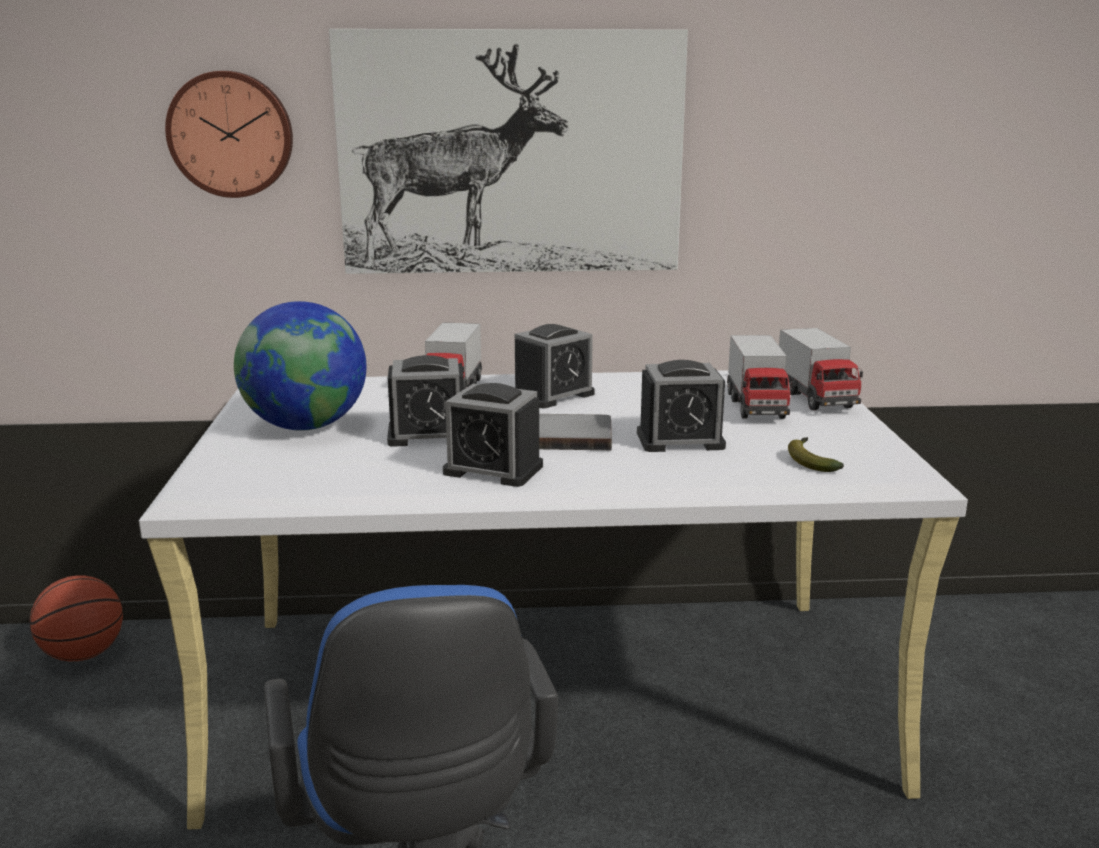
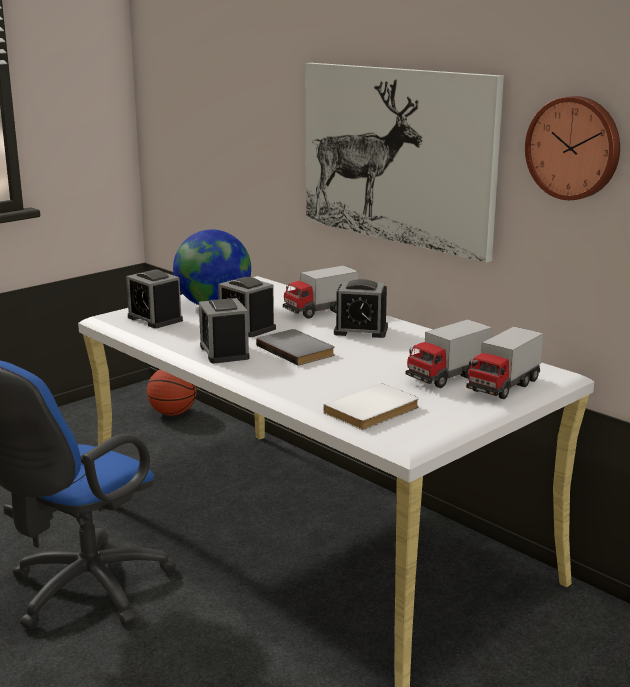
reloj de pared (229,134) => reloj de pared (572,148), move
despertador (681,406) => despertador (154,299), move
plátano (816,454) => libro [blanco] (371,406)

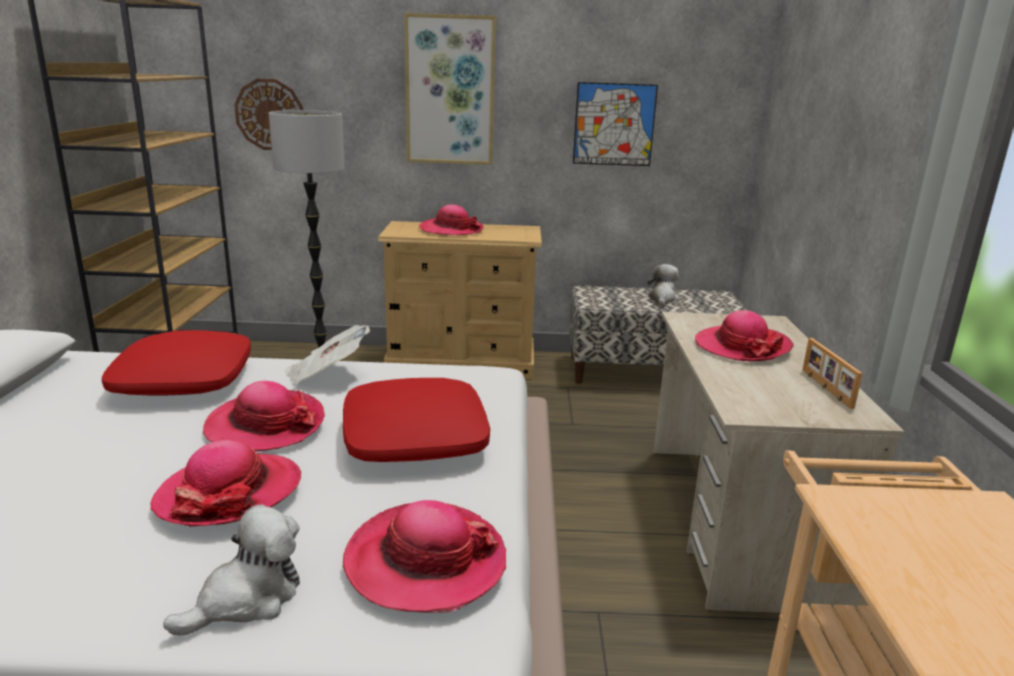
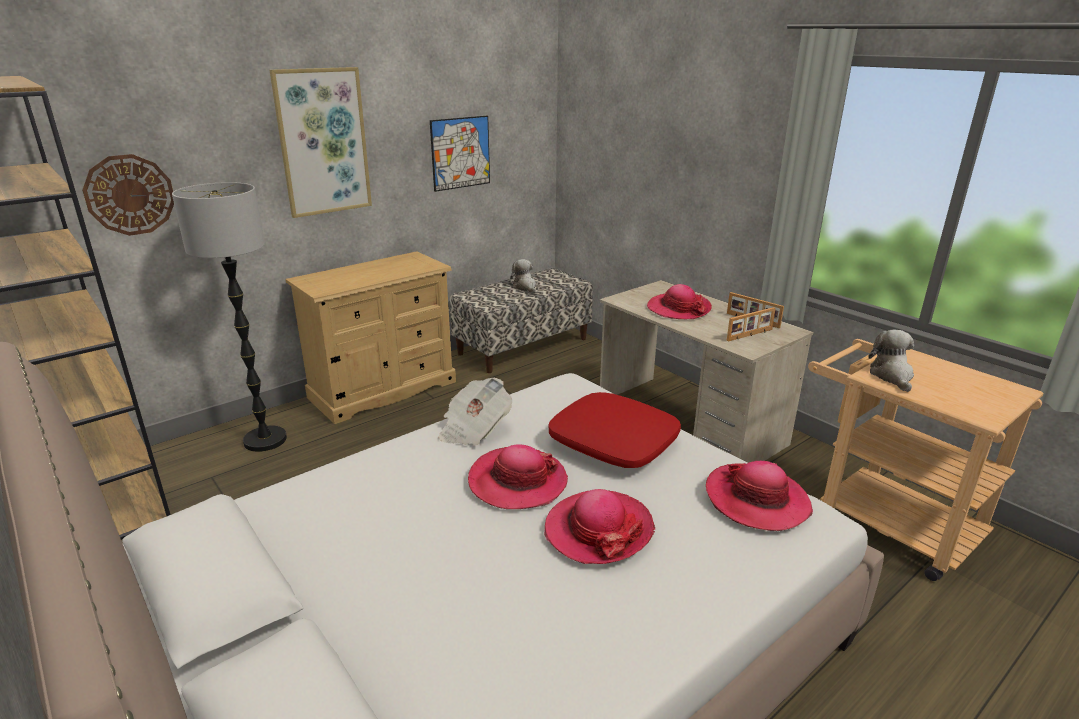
cojín [rojo] (176,362) => nothing
sombrero (451,220) => nothing
nothing => portarretratos (751,324)
peluche (231,570) => peluche (891,361), move

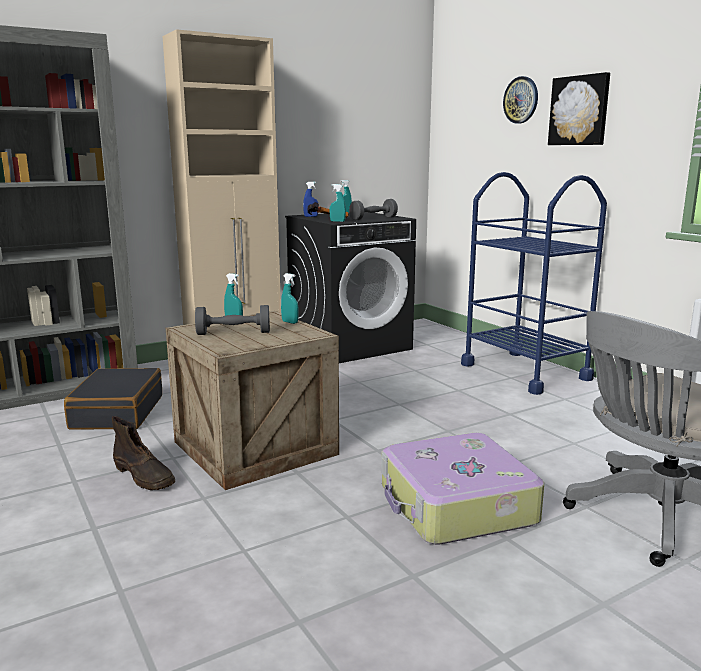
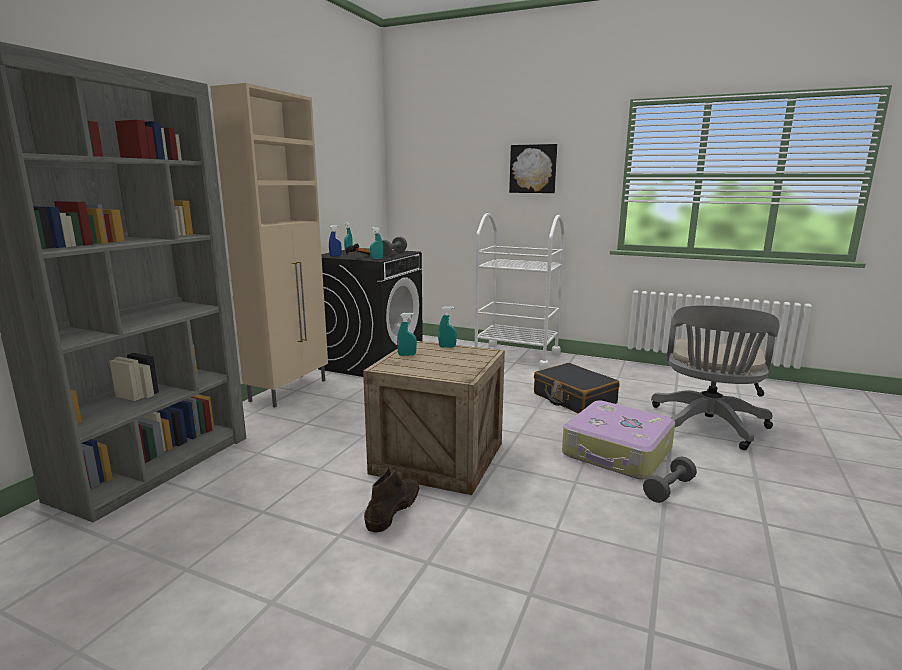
reloj de pared (520,100) => nothing
maleta [negro] (113,399) => maleta [negro] (576,388), move
mancuerna [gris] (232,320) => mancuerna [gris] (670,479), move
carrito [azul] (534,283) => carrito [blanco] (520,291)
bota [marrón] (143,453) => bota [marrón] (391,499), 75 degrees counterclockwise

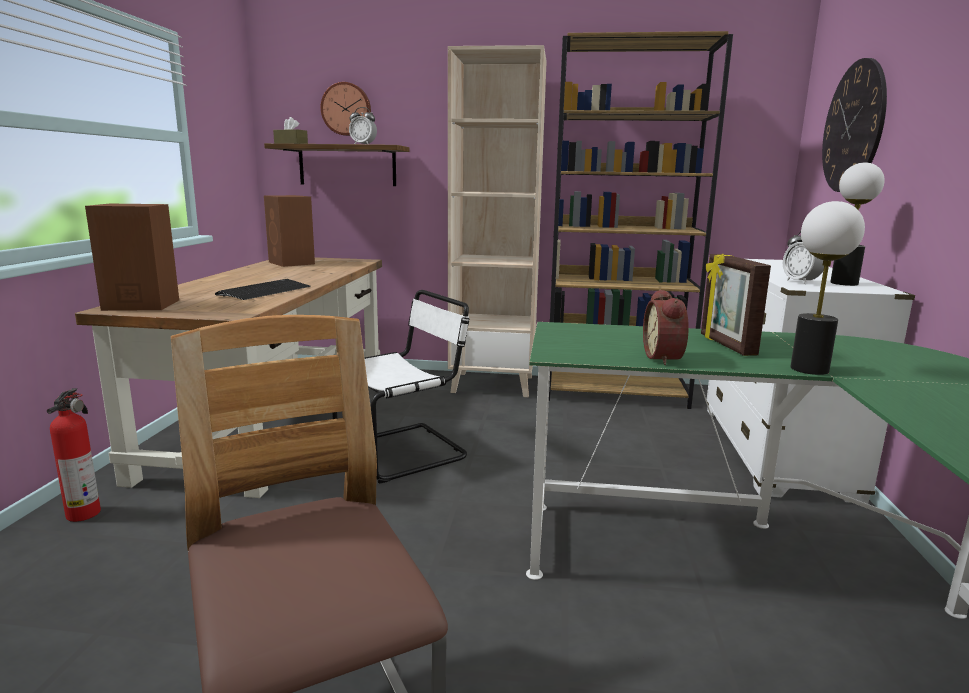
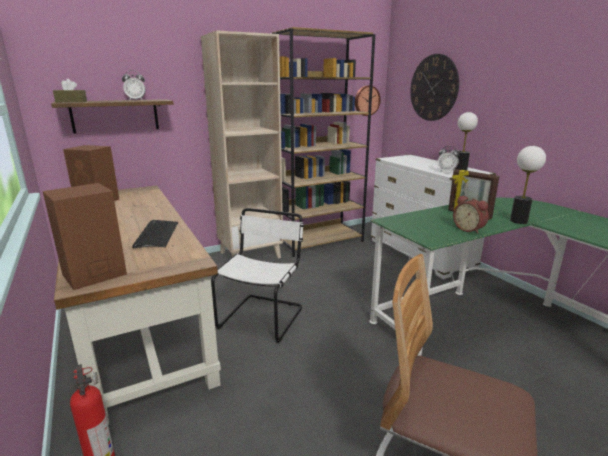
reloj de pared (346,109) => reloj de pared (368,100), move

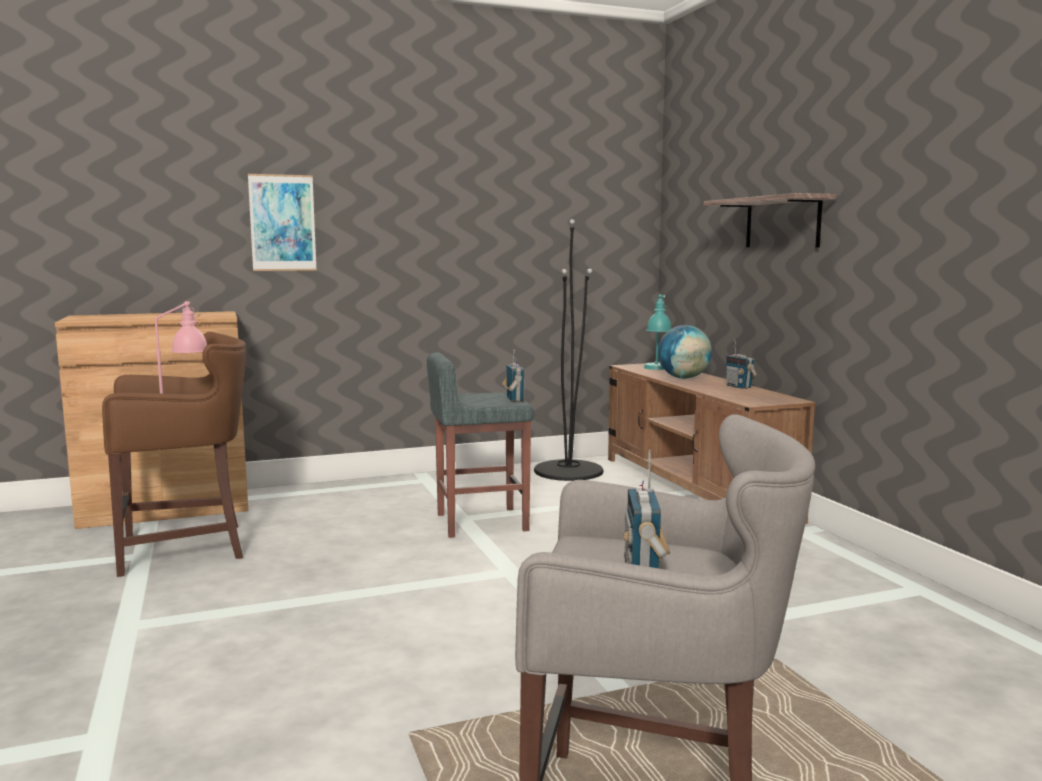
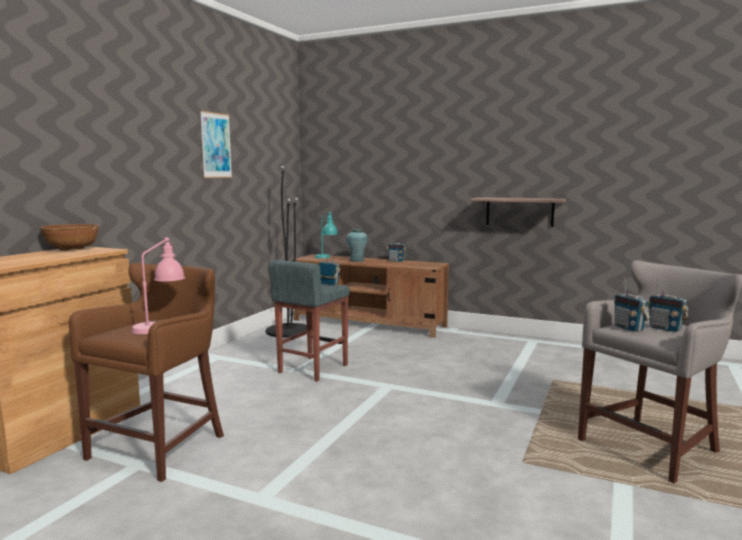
nothing => cuenco [marrón] (69,237)
nothing => radio (632,305)
cuadro (282,222) => cuadro (216,144), move
estante (770,220) => estante (518,212), move
globo terráqueo (685,352) => florero [turquesa] (357,245)

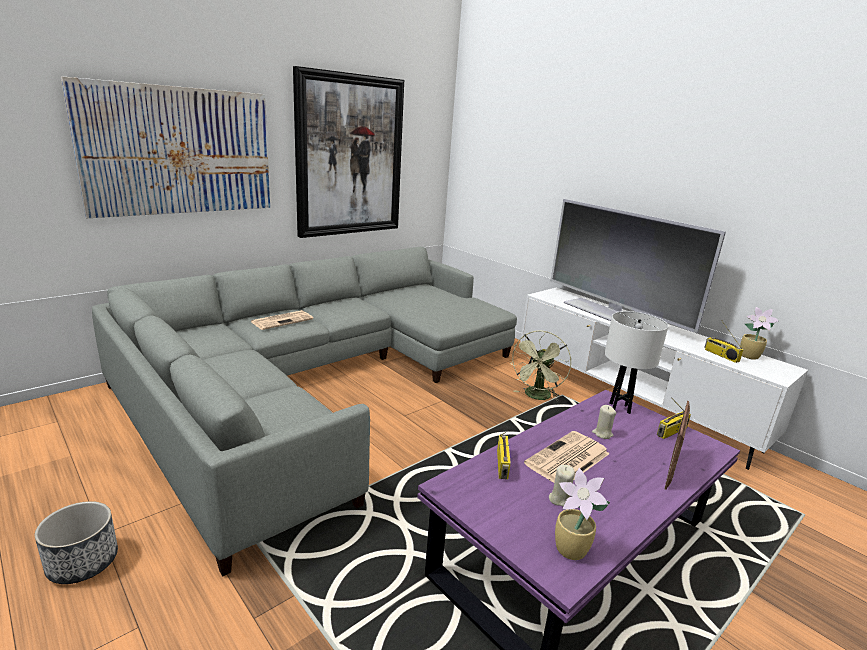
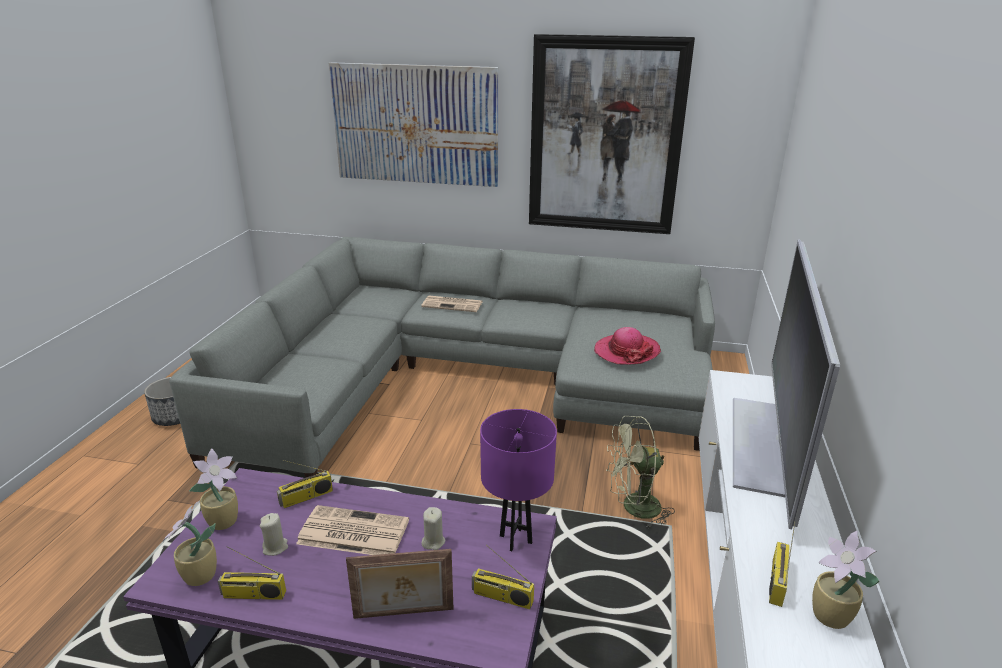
nothing => planta en maceta (213,489)
nothing => radio (252,573)
nothing => sombrero (627,346)
lámpara de mesa [blanco] (636,362) => lámpara de mesa [morado] (518,480)

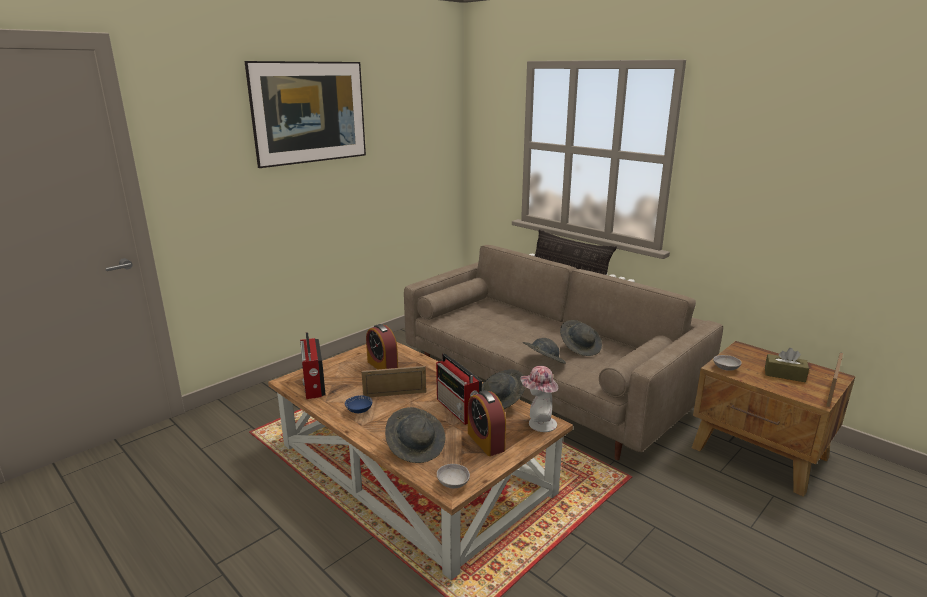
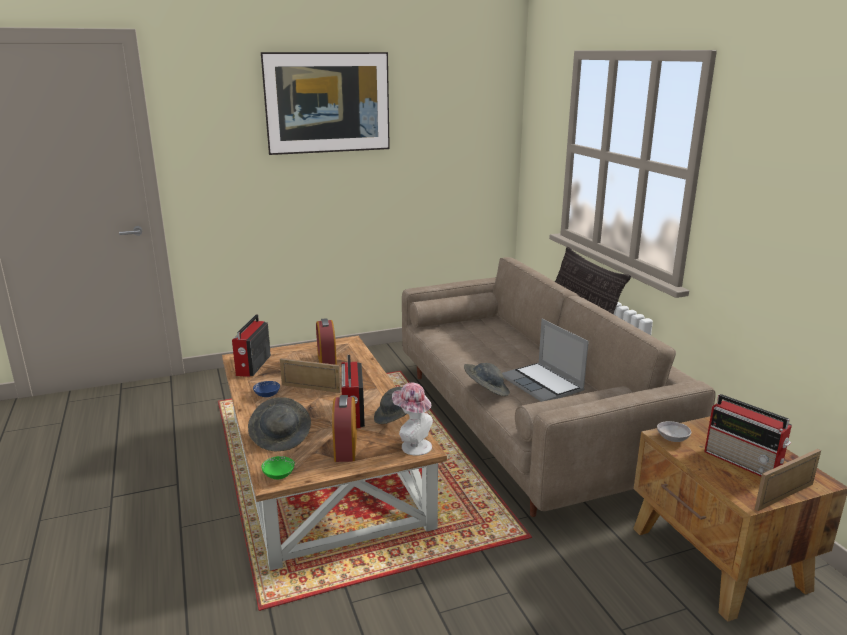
sombrero [gris] (581,338) => portátil (545,360)
caja de pañuelos [marrón] (787,365) => radio (748,435)
cuenco [gris] (453,476) => cuenco [verde] (278,467)

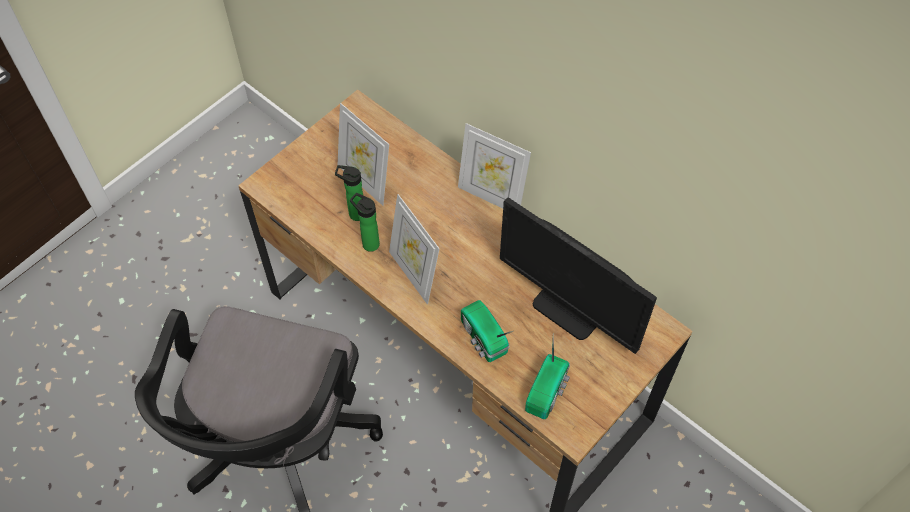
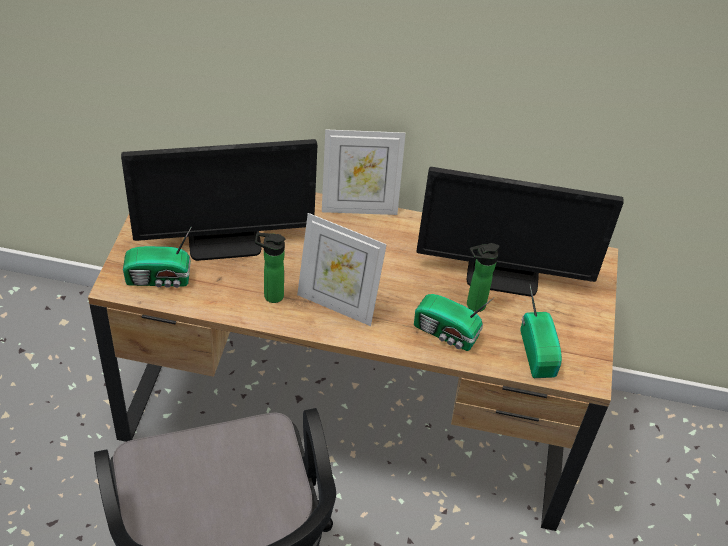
nothing => radio (157,257)
botella (349,193) => botella (483,277), move
portarretratos (363,154) => monitor (219,200)

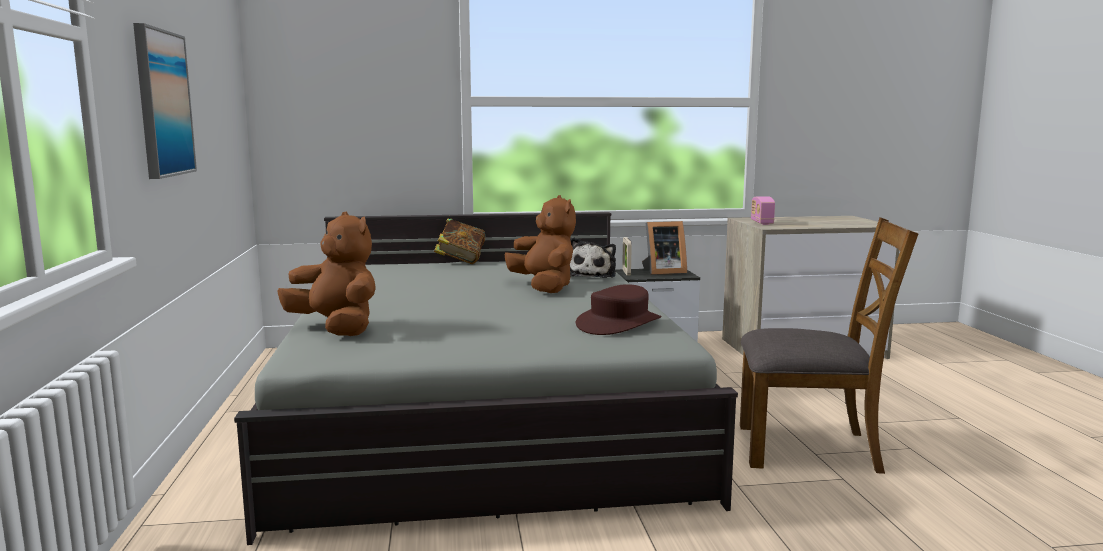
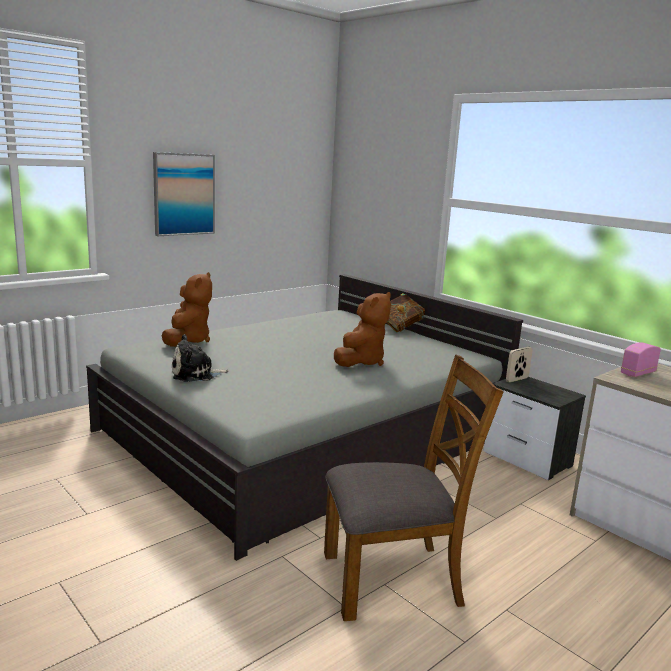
sombrero [marrón] (618,309) => nothing
portarretratos (664,248) => nothing
peluche (593,257) => peluche (200,358), move
silla [marrón] (829,345) => silla [marrón] (413,487), 75 degrees counterclockwise

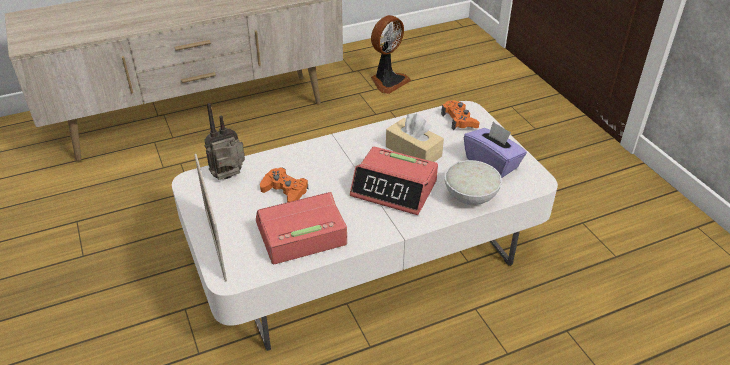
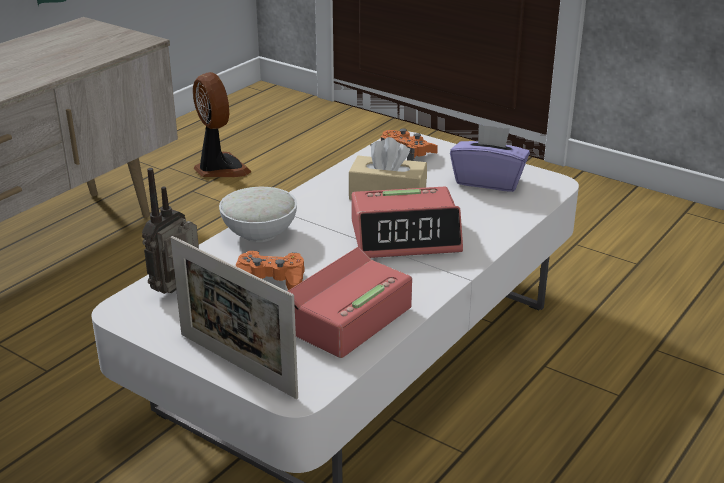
cuenco [blanco] (473,182) => cuenco [blanco] (258,214), move
ventilador (391,54) => ventilador (222,124), 45 degrees counterclockwise

